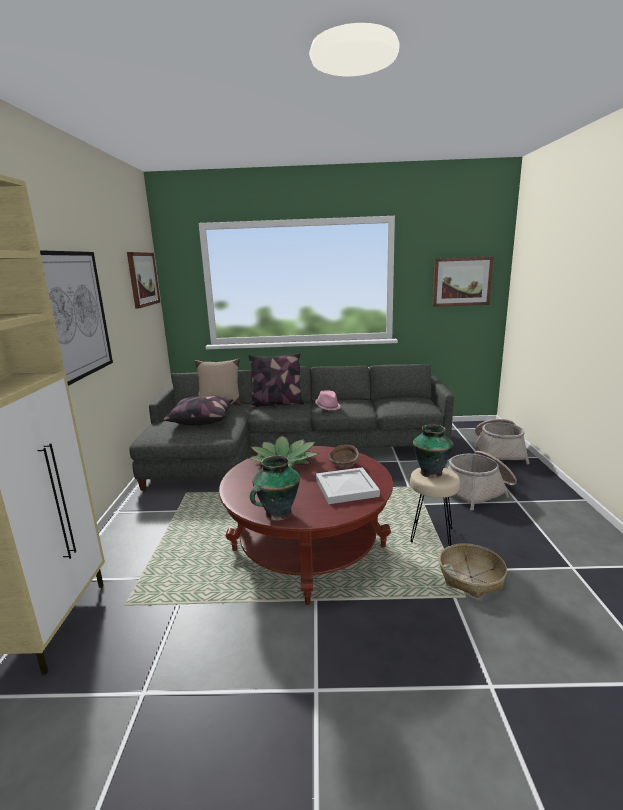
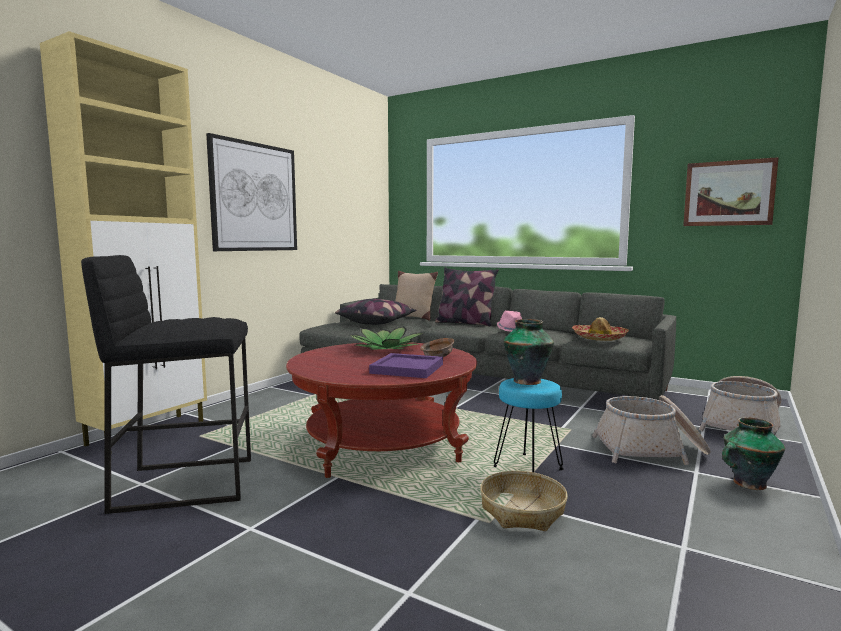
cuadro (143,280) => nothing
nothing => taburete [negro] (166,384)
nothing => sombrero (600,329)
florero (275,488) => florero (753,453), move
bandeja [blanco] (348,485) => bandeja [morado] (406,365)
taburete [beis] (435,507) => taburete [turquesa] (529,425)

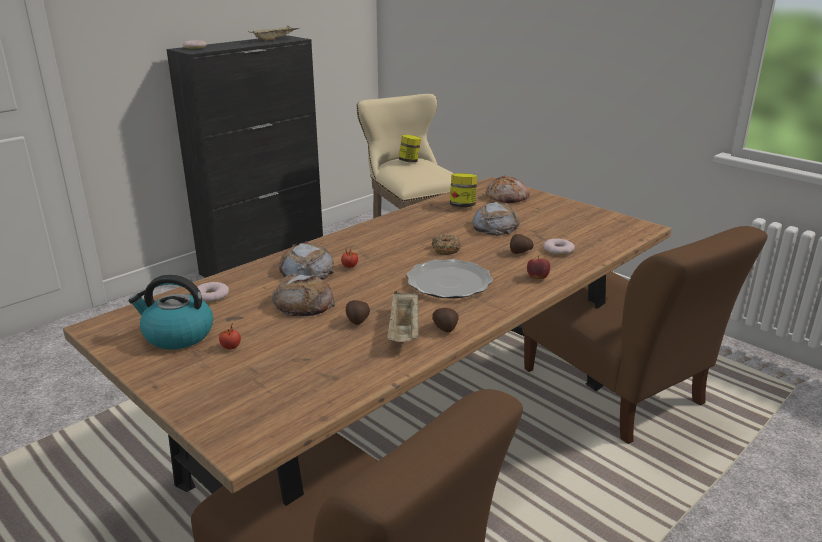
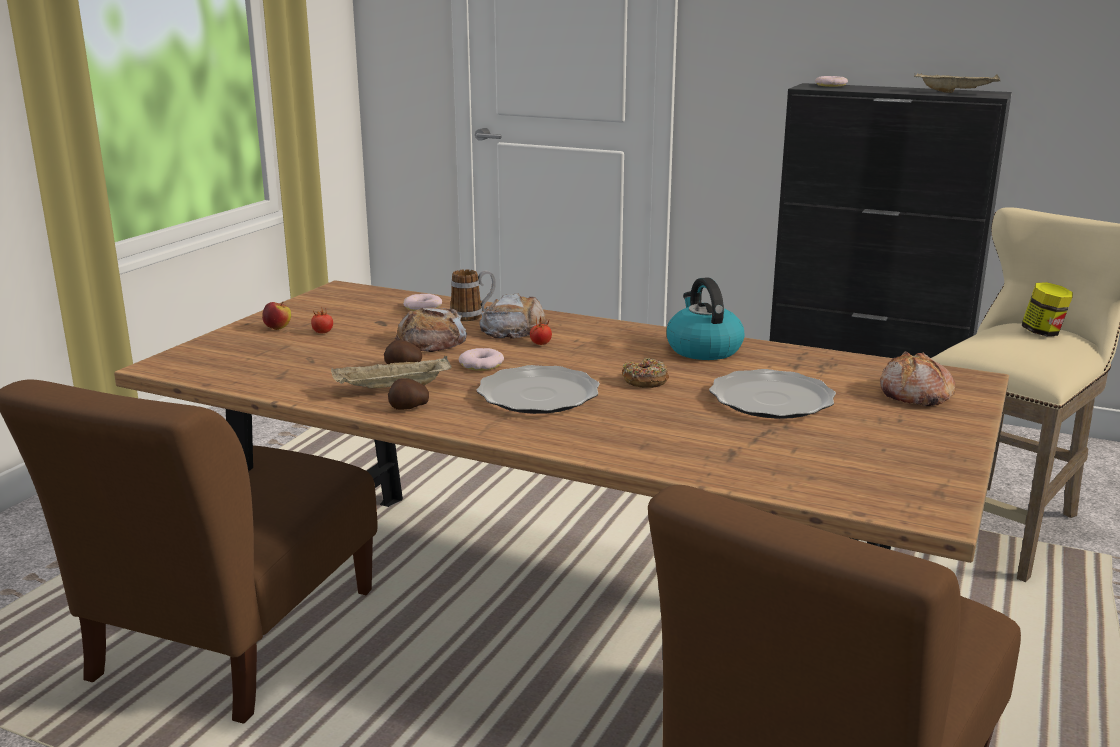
tarro (463,190) => nothing
patata (521,244) => nothing
nothing => taza grande (473,295)
hervidor (171,312) => hervidor (705,318), move
manzana (538,267) => manzana (276,316), move
rosquilla (559,246) => rosquilla (481,359), move
pan (496,219) => plato (772,394)

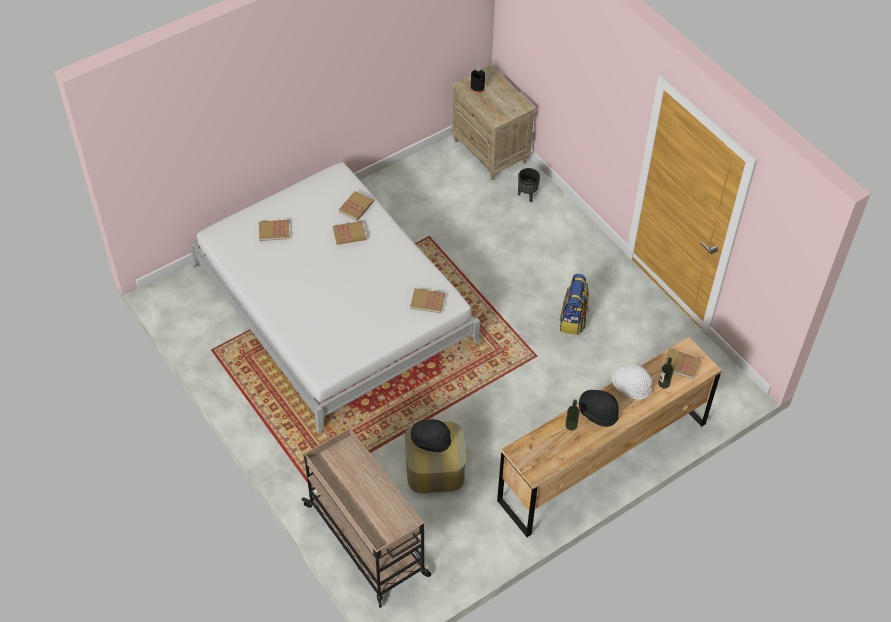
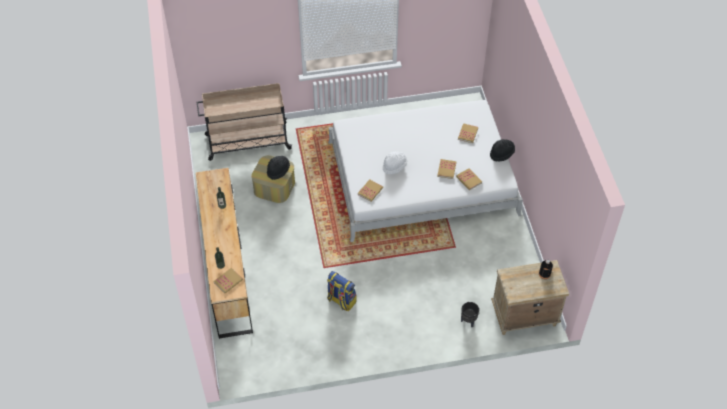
sombrero [negro] (599,408) => sombrero [negro] (502,150), move
sombrero [blanco] (632,382) => sombrero [blanco] (395,163), move

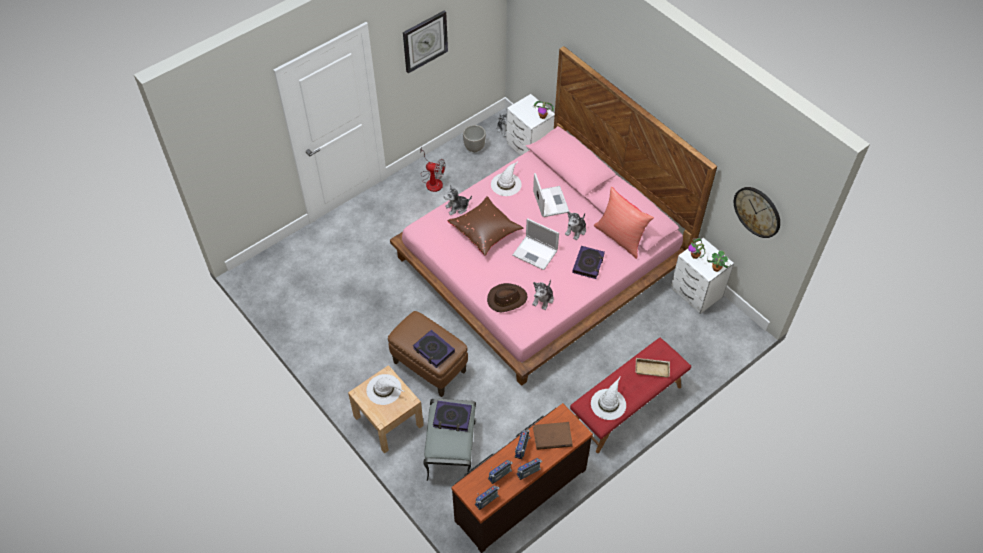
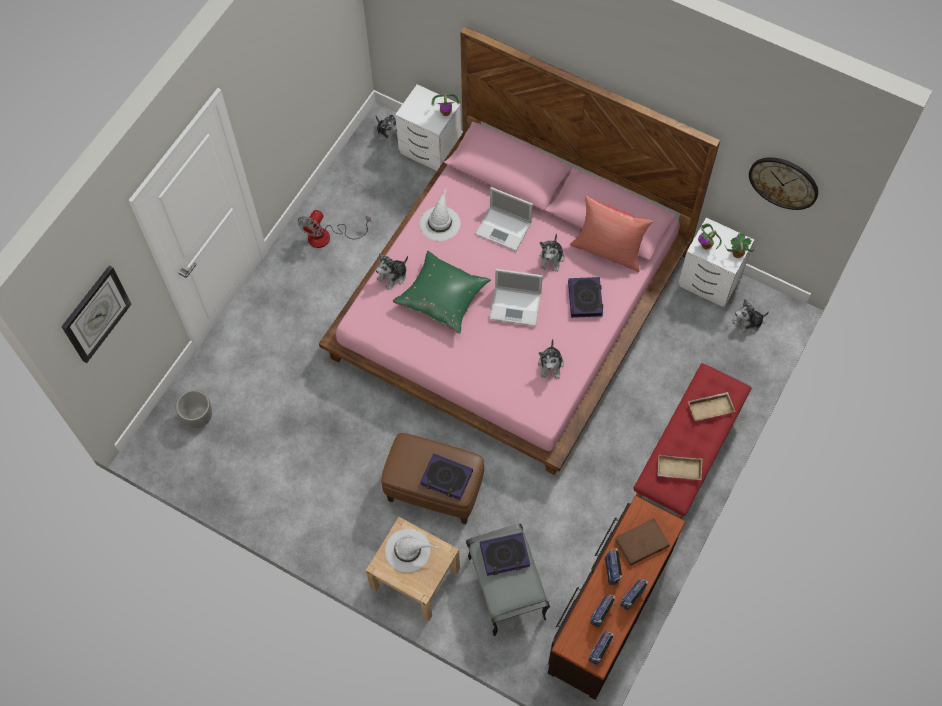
sombrero [marrón] (507,298) => nothing
nothing => peluche (750,317)
reloj de pared (425,42) => reloj de pared (96,314), move
maceta (474,138) => maceta (194,409), move
sombrero [blanco] (608,398) => bandeja [beis] (680,467)
cojín [marrón] (486,226) => cojín [verde] (442,292)
ventilador (432,169) => ventilador (334,229), 120 degrees clockwise
portátil (551,195) => portátil (504,219), 150 degrees clockwise

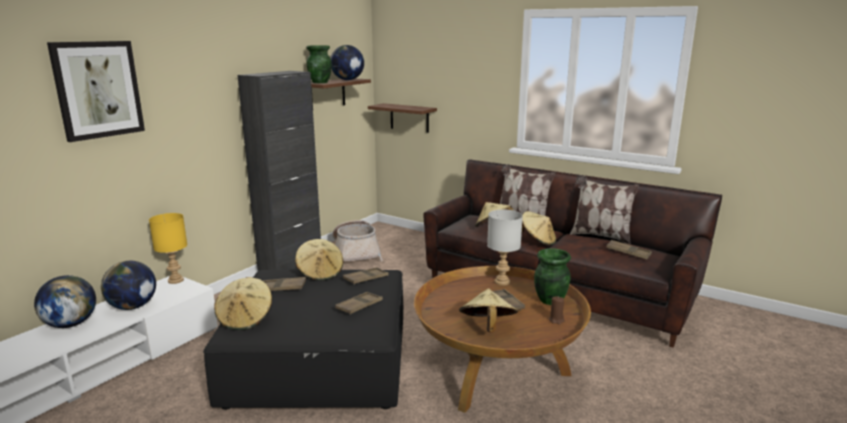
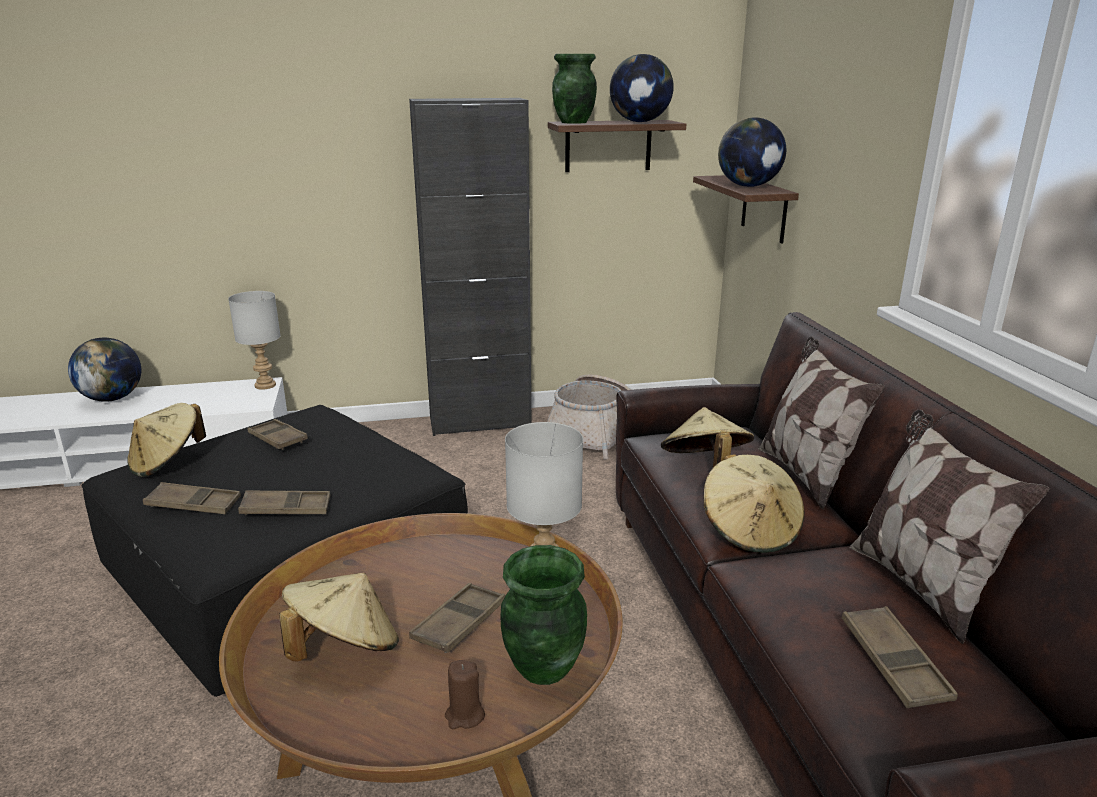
cuadro (96,91) => nothing
sombrero [beis] (319,260) => nothing
globo terráqueo (128,285) => globo terráqueo (752,152), move
bandeja [marrón] (366,276) => bandeja [marrón] (192,498), move
lámpara de mesa [amarillo] (168,248) => lámpara de mesa [gris] (254,340)

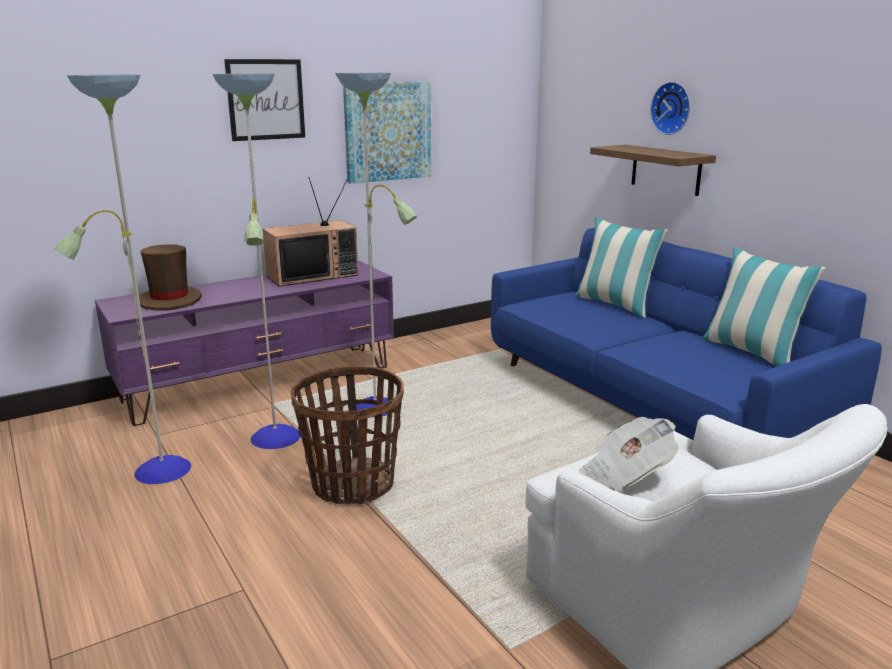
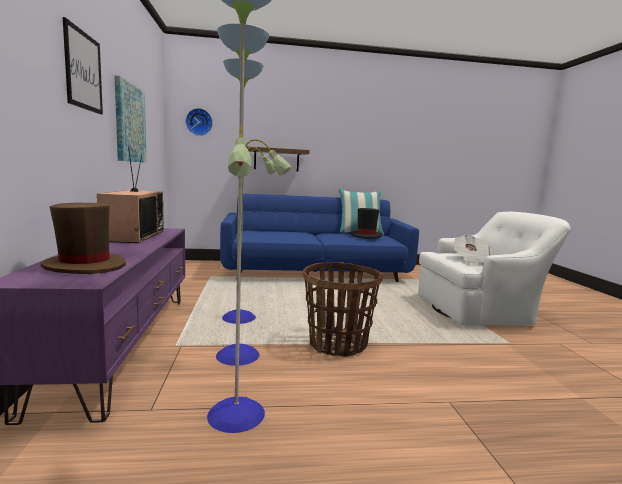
cojín (621,267) => nothing
nothing => sombrero [negro] (366,223)
reloj de pared (670,108) => reloj de pared (199,122), move

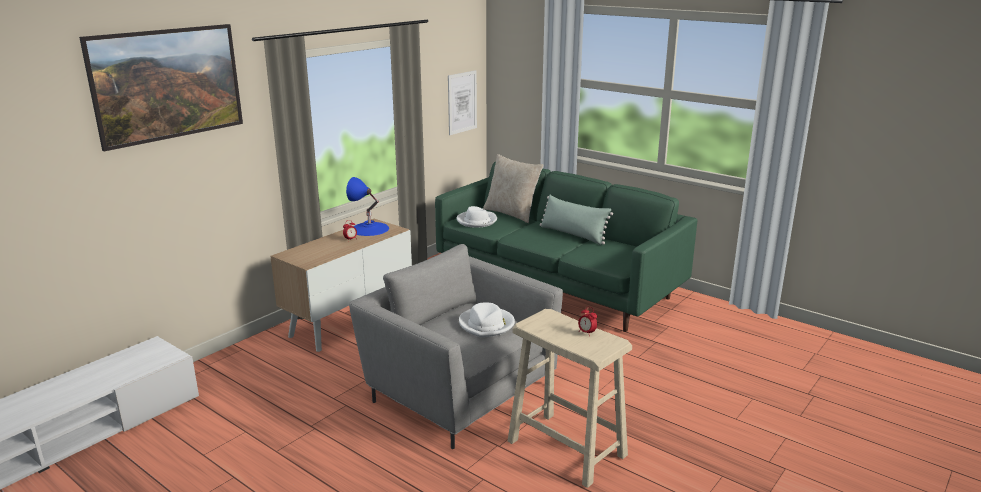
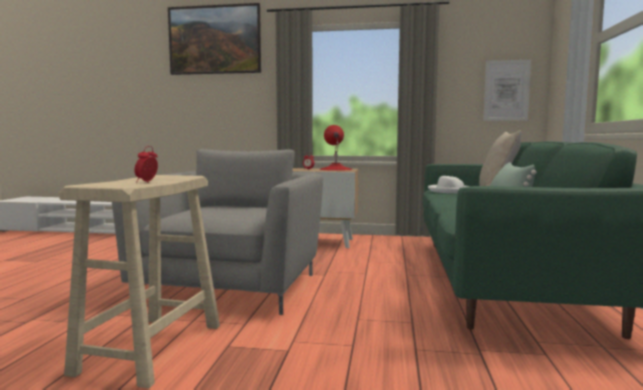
sombrero [blanco] (487,319) => nothing
lámpara de mesa [azul] (367,206) => lámpara de mesa [rojo] (336,148)

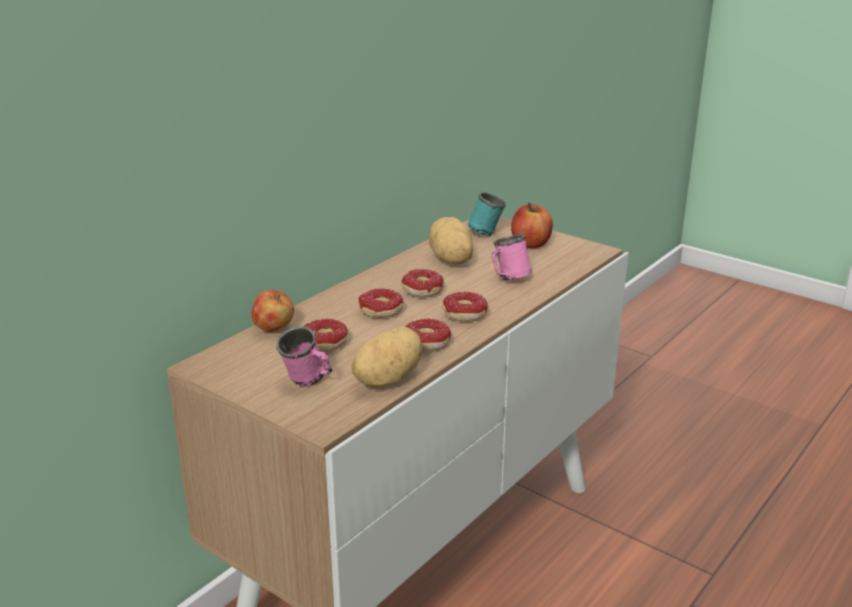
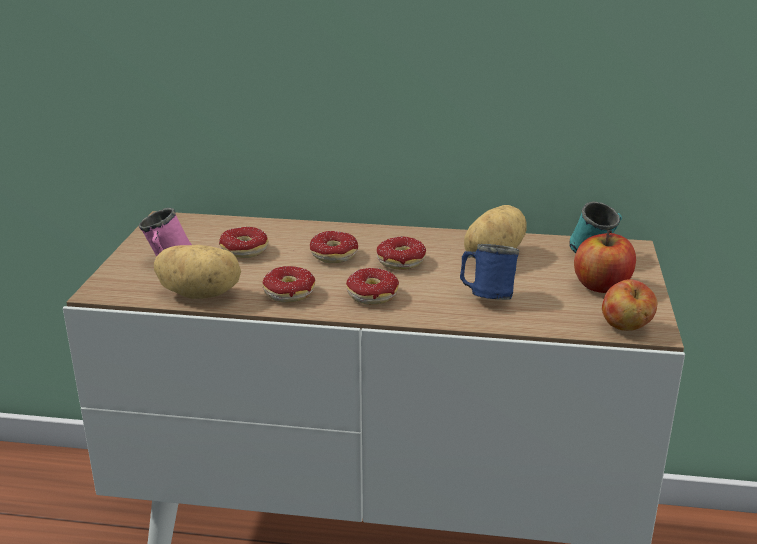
manzana (273,311) => manzana (629,305), move
taza grande [rosa] (511,257) => taza grande [azul] (489,272)

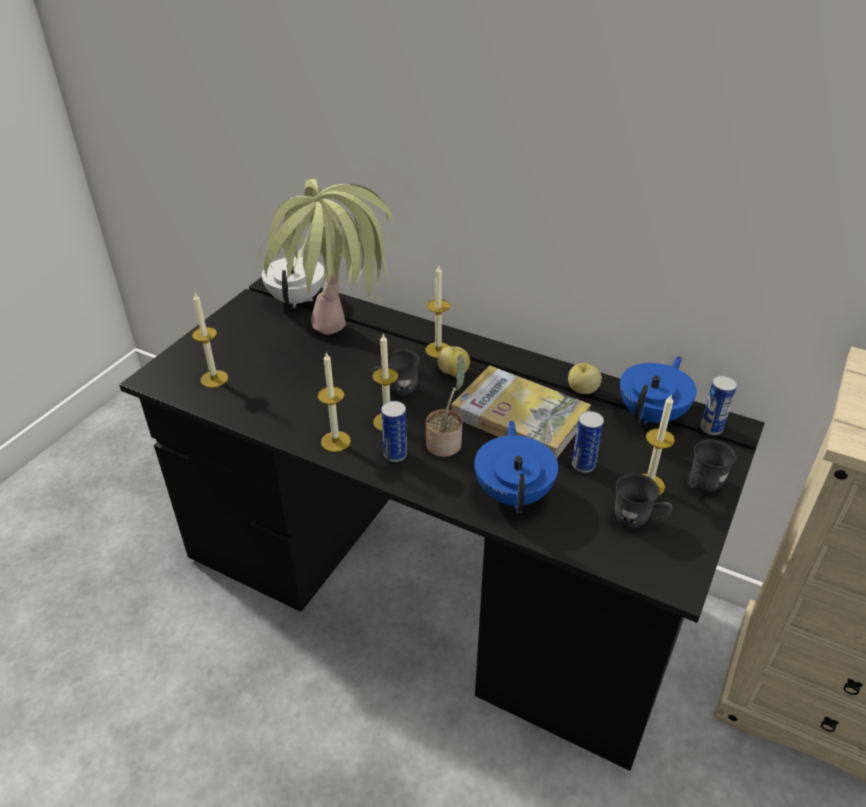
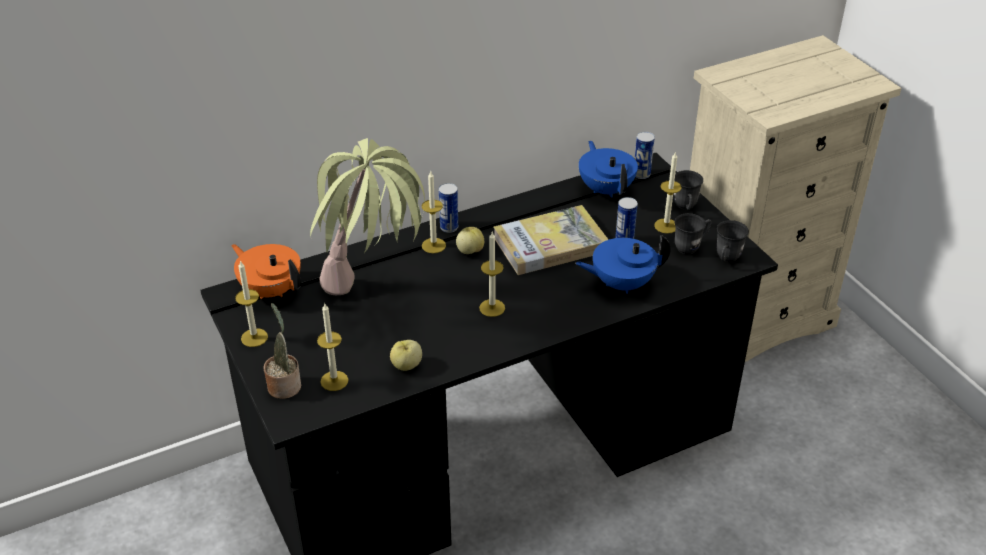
vela (334,401) => vela (251,303), move
taza grande [gris] (396,372) => taza grande [gris] (733,241), move
lata (394,431) => lata (448,208), move
planta en maceta (445,406) => planta en maceta (282,351), move
manzana (585,378) => manzana (406,355), move
tetera [blanco] (293,278) => tetera [naranja] (266,271)
tetera [azul] (516,466) => tetera [azul] (623,264), 45 degrees counterclockwise

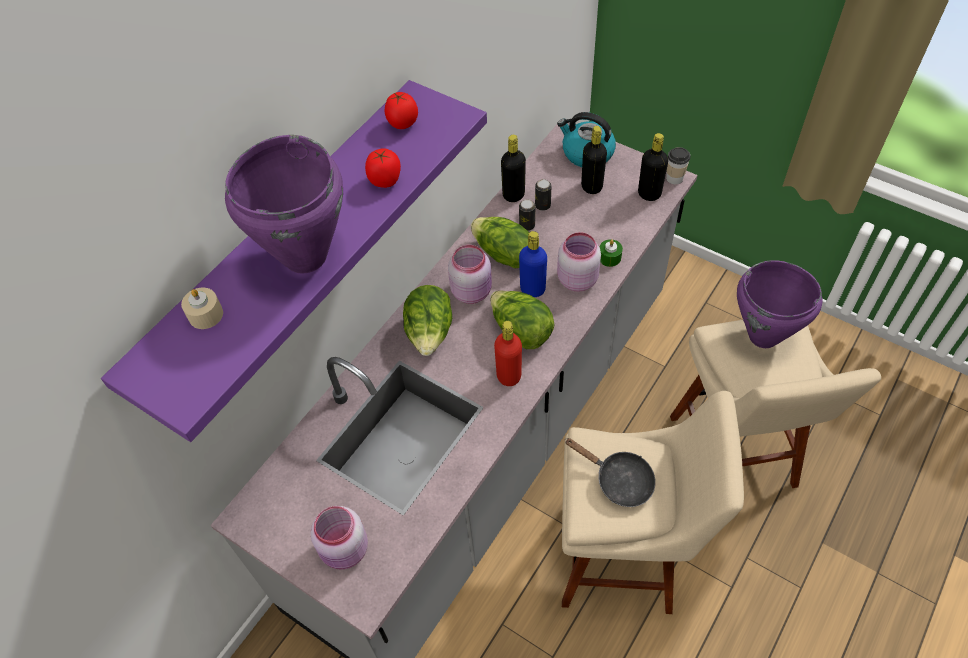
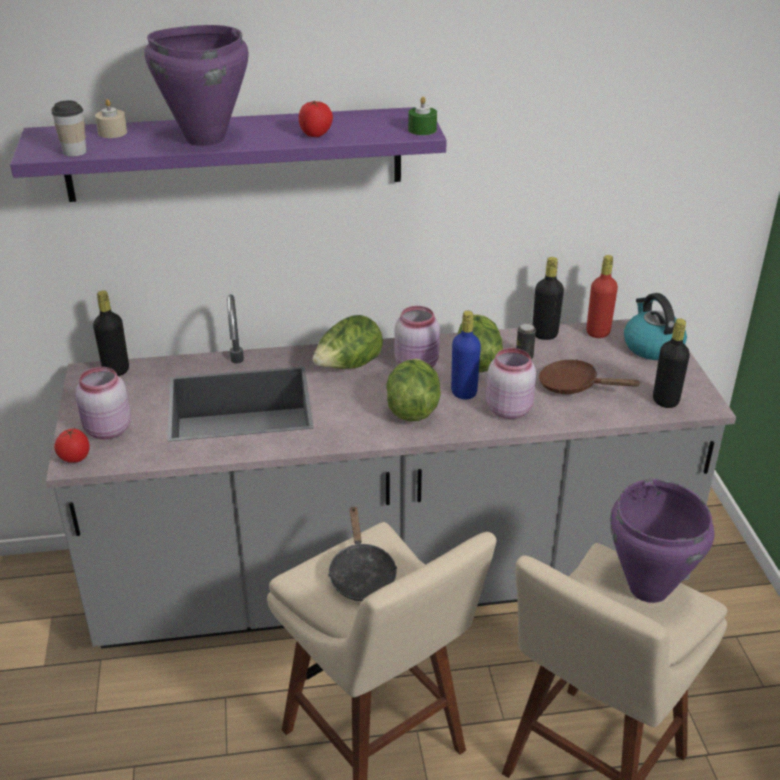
lata (543,195) => nothing
nothing => sartén [marrón] (590,376)
tomate (401,110) => tomate (72,446), move
botella [rojo] (508,353) => botella [rojo] (602,296), move
botella [negro] (594,160) => botella [negro] (111,333), move
vela [verde] (611,253) => vela [verde] (422,115), move
taza (678,165) => taza (68,128), move

